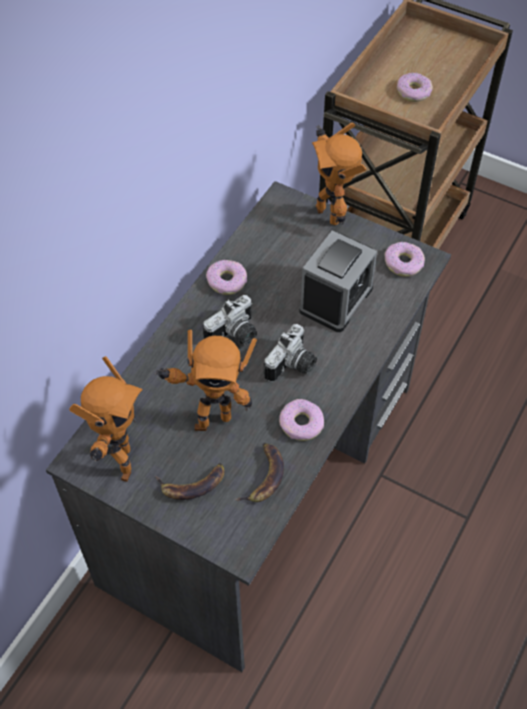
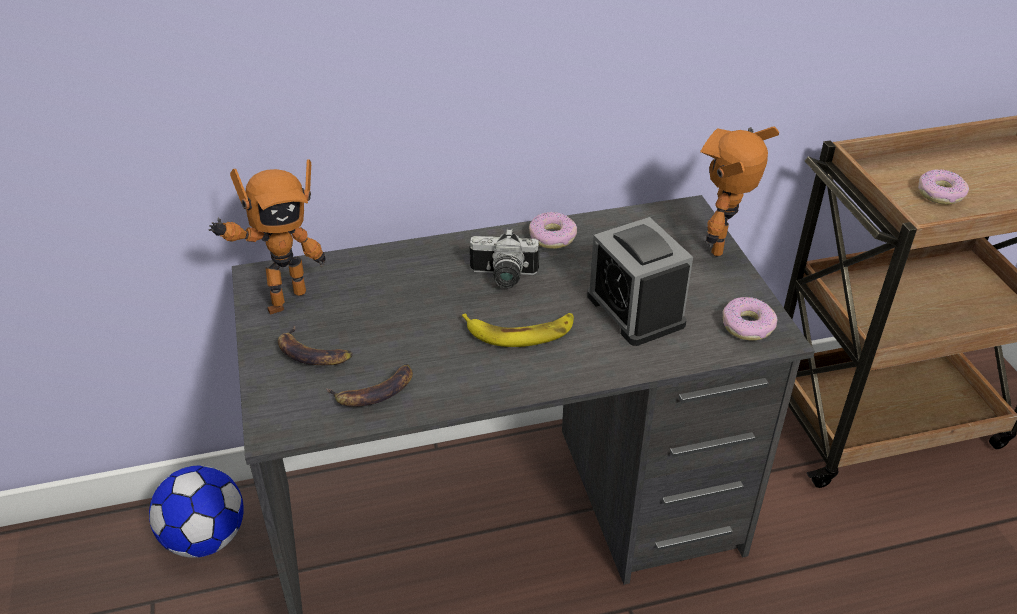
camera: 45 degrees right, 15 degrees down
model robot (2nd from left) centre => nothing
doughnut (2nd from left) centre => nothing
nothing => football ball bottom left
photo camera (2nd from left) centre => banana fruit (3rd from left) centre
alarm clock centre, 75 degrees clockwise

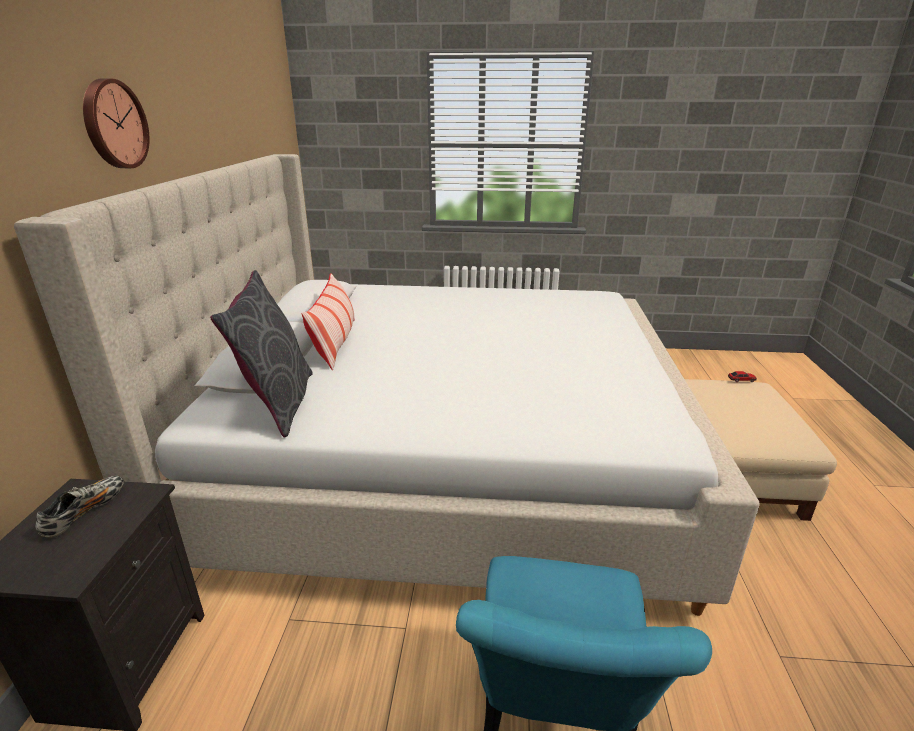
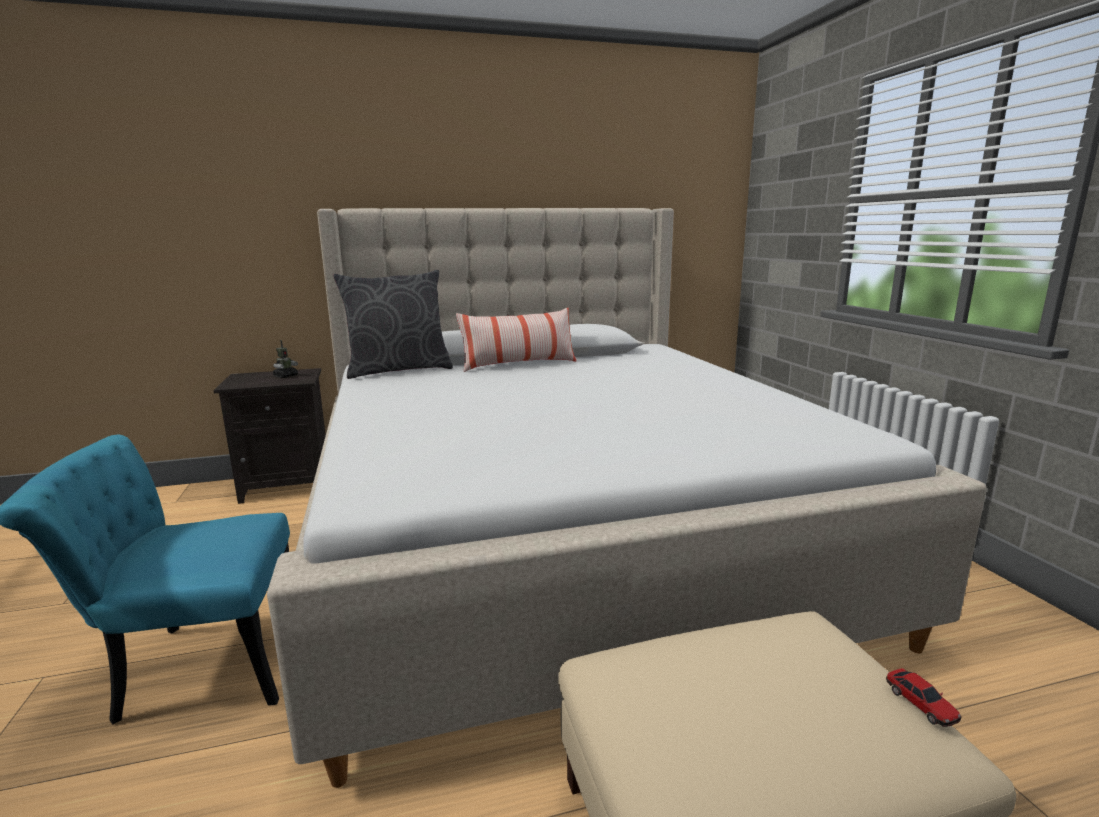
camera: 70 degrees right, 10 degrees down
wall clock top left => nothing
item of footwear bottom left => model robot middle left

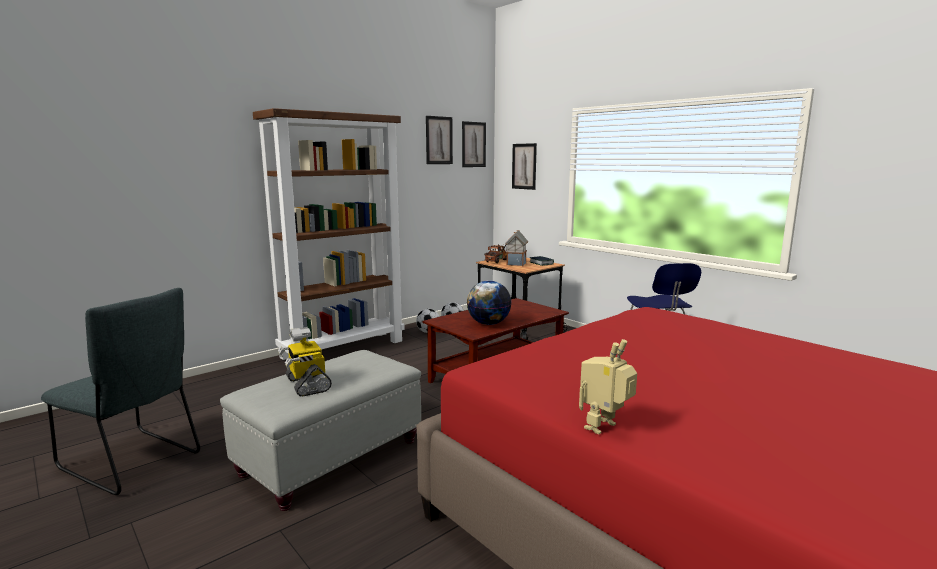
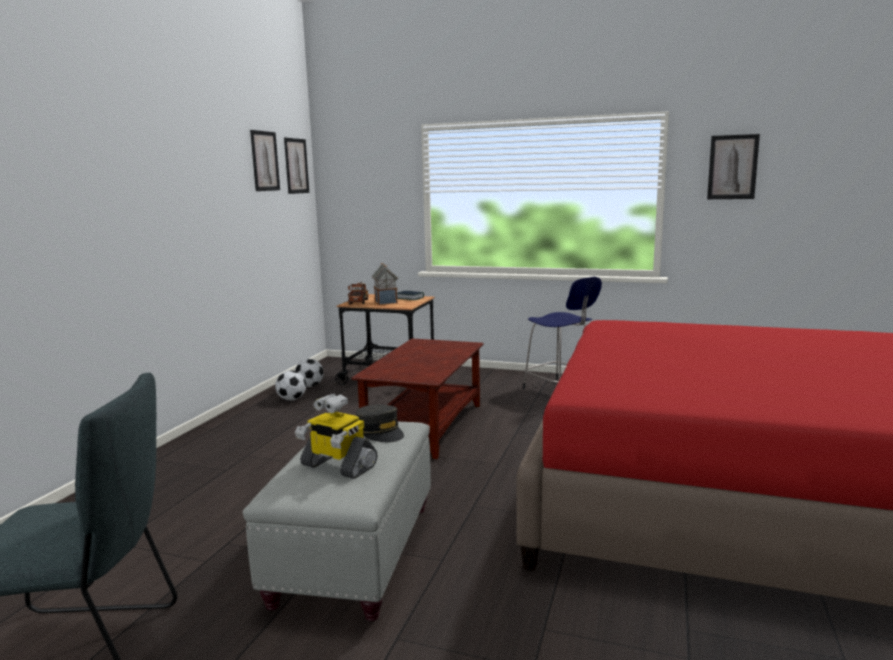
camera: 30 degrees left, 0 degrees up
brown-coloured shelving unit centre => nothing
globe centre => nothing
model robot (2nd from left) bottom centre => nothing
nothing => gray cap centre
wall picture (3rd from left) top centre => wall picture (3rd from left) top right, move

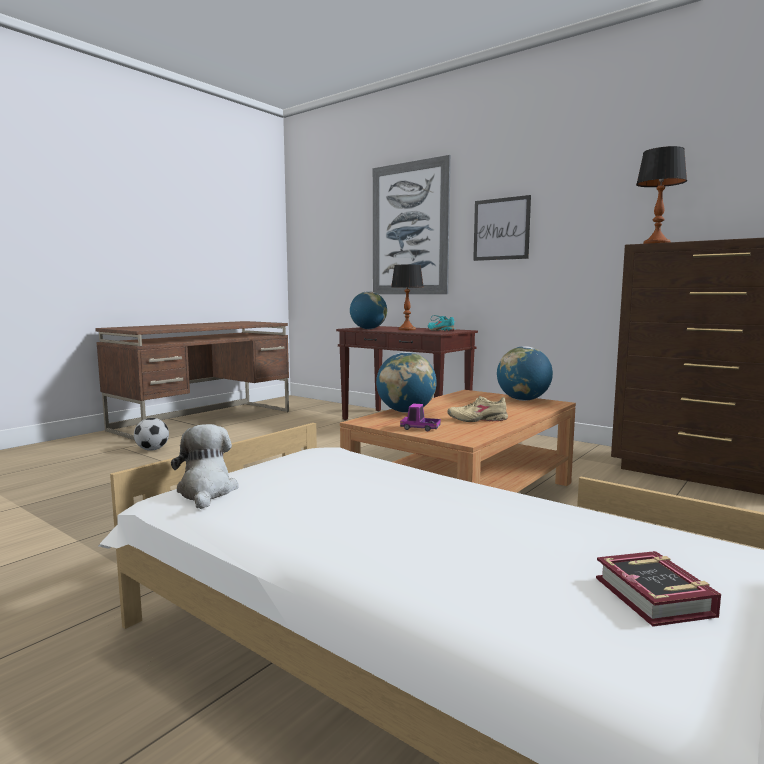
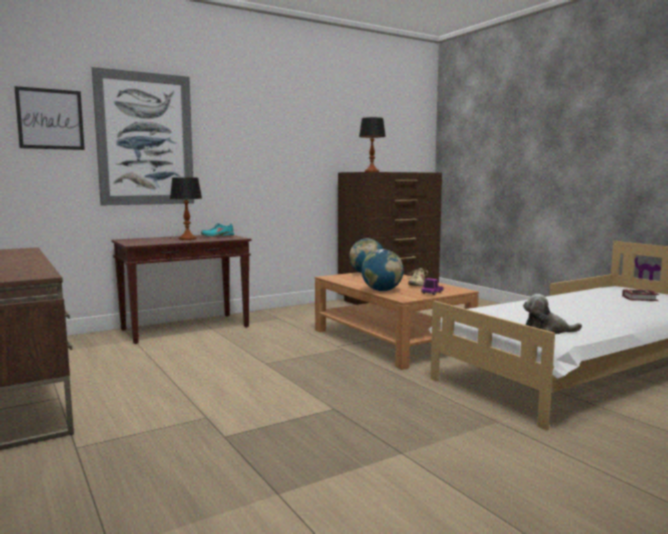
camera: 70 degrees left, 0 degrees up
football ball middle left => nothing
globe (1st from left) centre => nothing
wall picture (2nd from left in the first image) top centre => wall picture (1st from left) top left, move

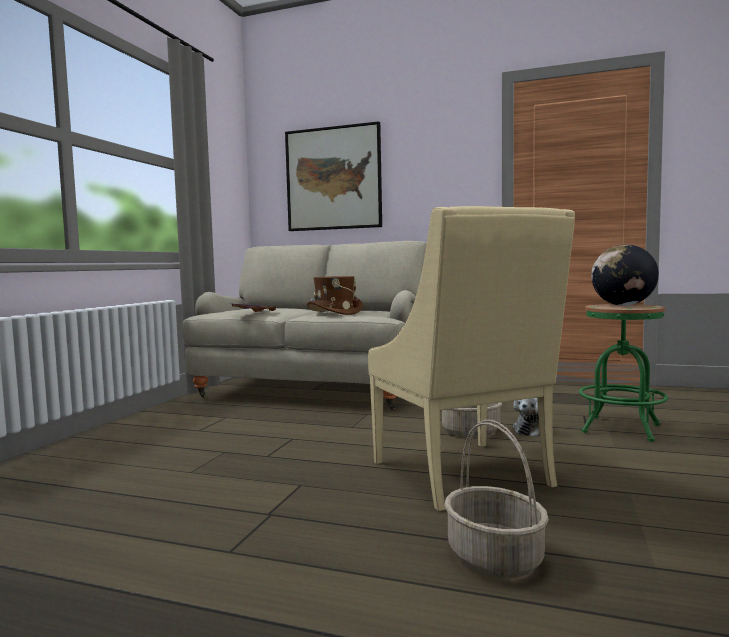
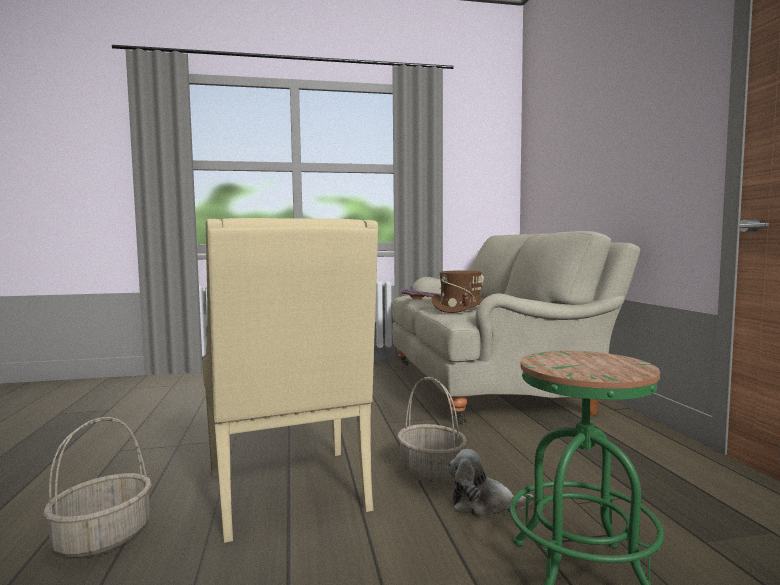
camera: 60 degrees right, 0 degrees up
wall picture top centre => nothing
globe middle right => nothing
beige easy chair centre, 60 degrees counterclockwise

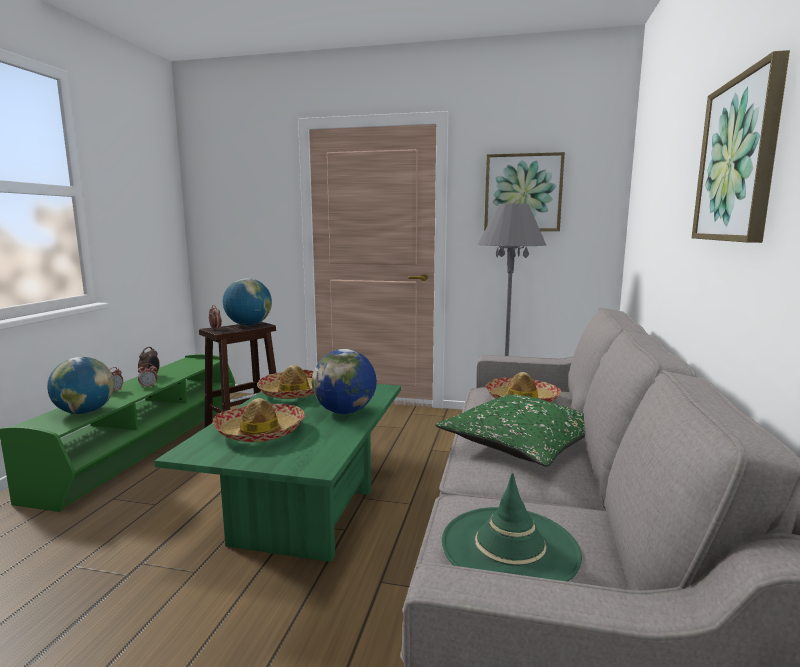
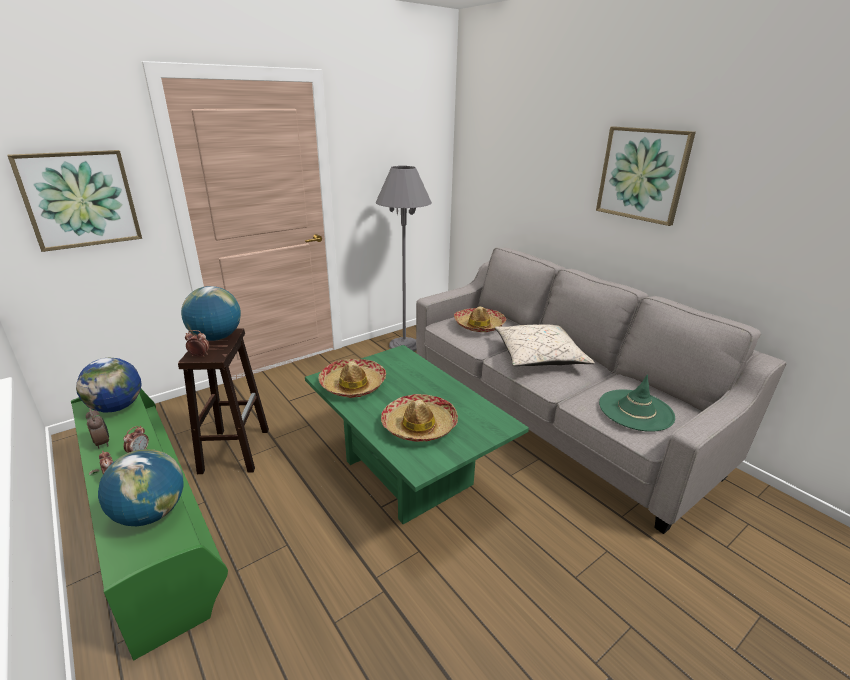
camera: 50 degrees left, 15 degrees up
globe (3rd from left in the first image) centre => globe (1st from left) middle left, move
wall picture (1st from left) top centre => wall picture (1st from left) top left, move
greenish pillow centre => beige pillow centre

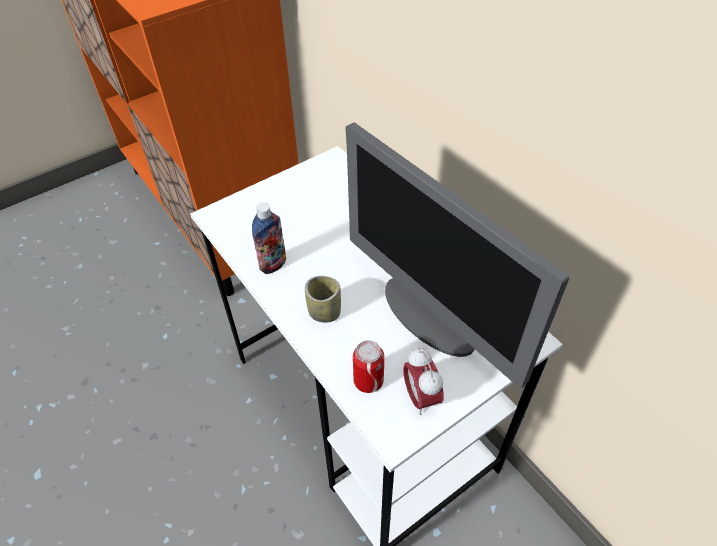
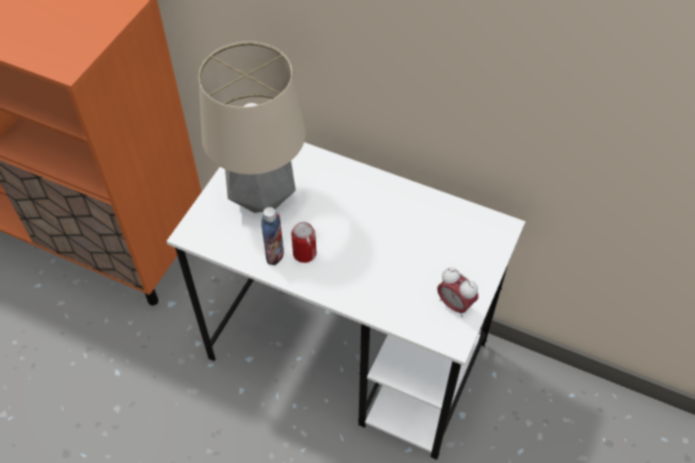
camera: 30 degrees left, 5 degrees up
drinking cup centre => nothing
computer screen centre => nothing
nothing => table lamp top centre
can bottom centre => can centre, move

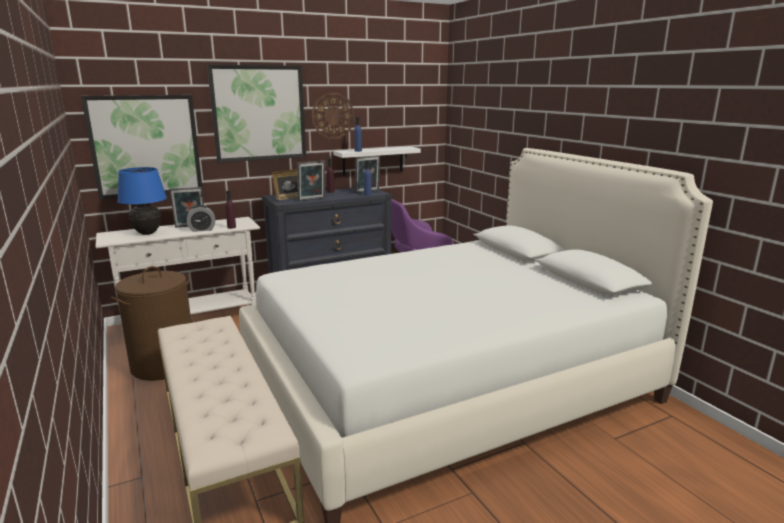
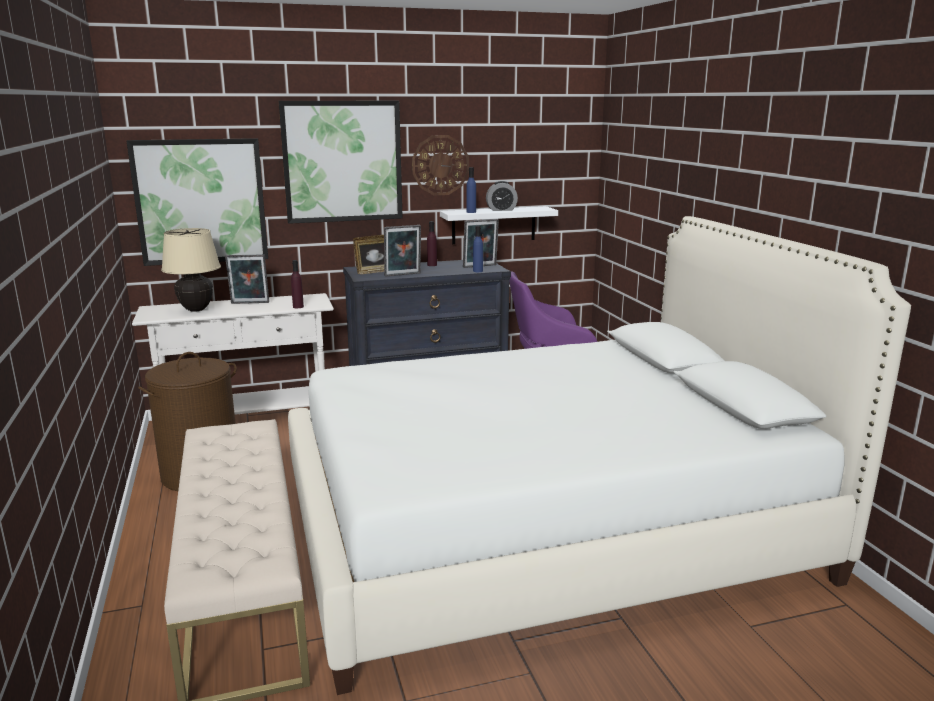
camera: 10 degrees right, 0 degrees up
alarm clock middle left => alarm clock top centre, move
blue table lamp middle left => beige table lamp middle left

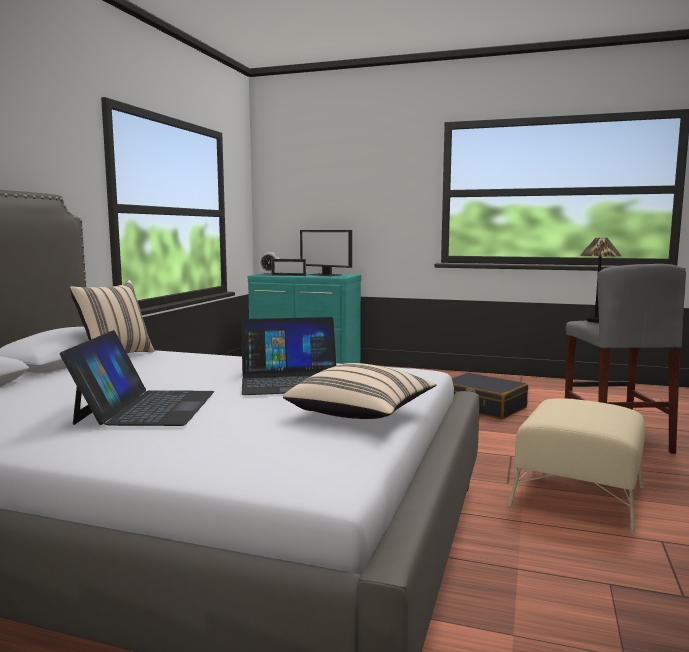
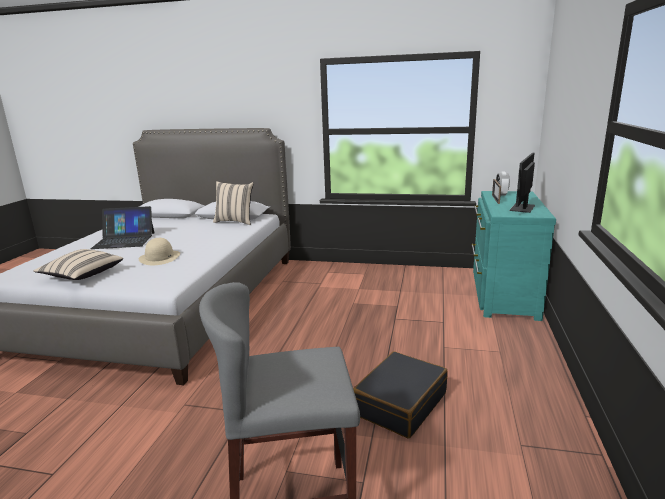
camera: 85 degrees right, 10 degrees up
beige footrest bottom right => nothing
table lamp middle right => nothing
portable computer (2nd from left) centre => beige hat middle left

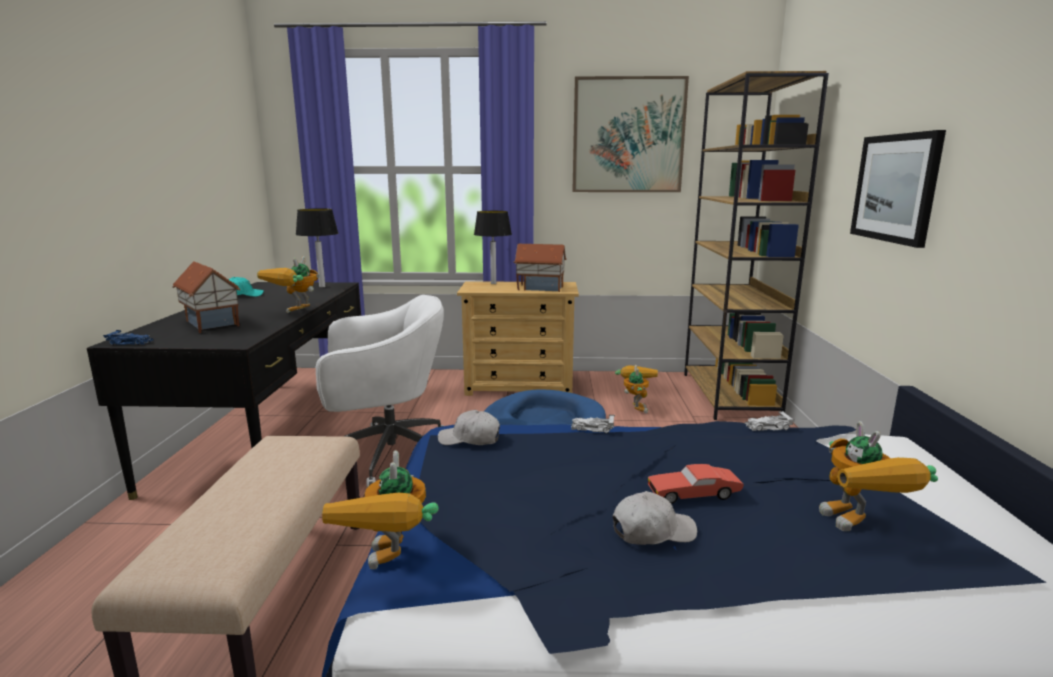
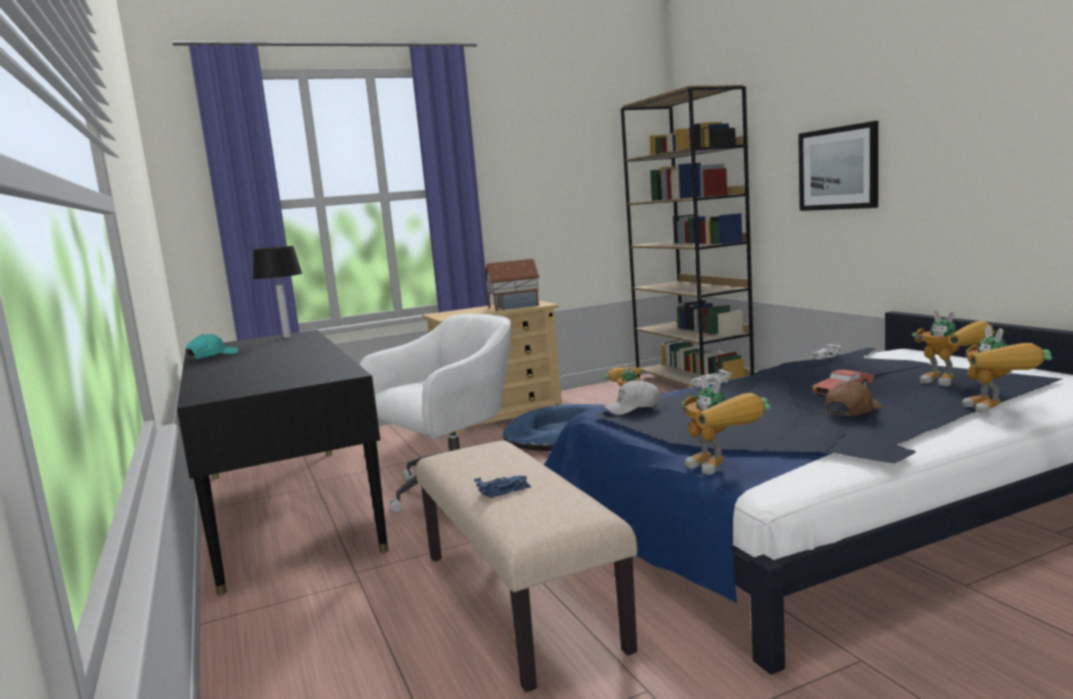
camera: 25 degrees left, 5 degrees down
toy house (1st from left) middle left => nothing
table lamp (2nd from left) centre => nothing
wall picture (1st from left) top centre => nothing
blue toy car middle left => blue toy car bottom centre, move
model robot (1st from left in the first image) middle left => model robot (4th from left) middle right, move
whitish cap (2nd from left) bottom centre => brown-coloured cap middle right

